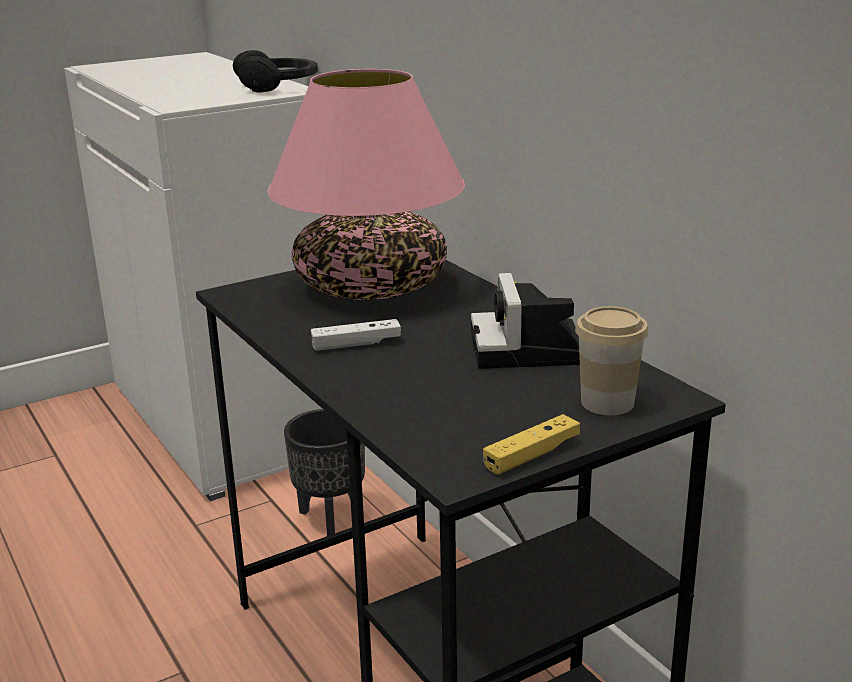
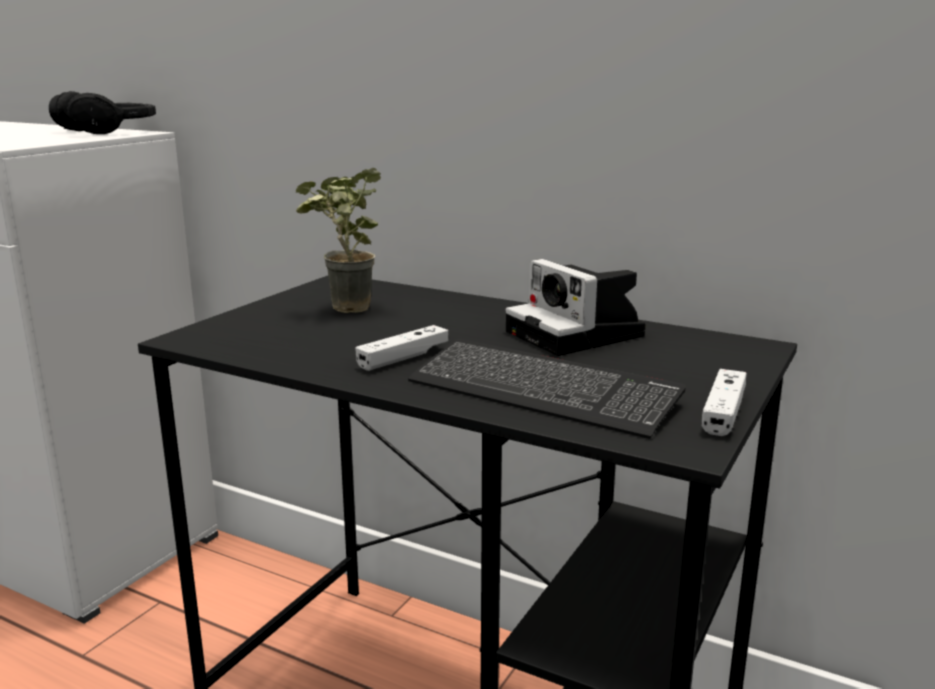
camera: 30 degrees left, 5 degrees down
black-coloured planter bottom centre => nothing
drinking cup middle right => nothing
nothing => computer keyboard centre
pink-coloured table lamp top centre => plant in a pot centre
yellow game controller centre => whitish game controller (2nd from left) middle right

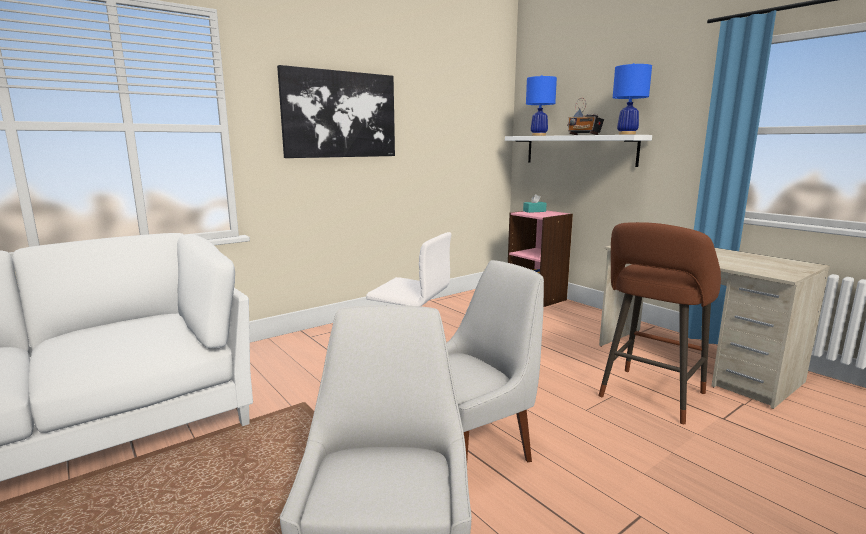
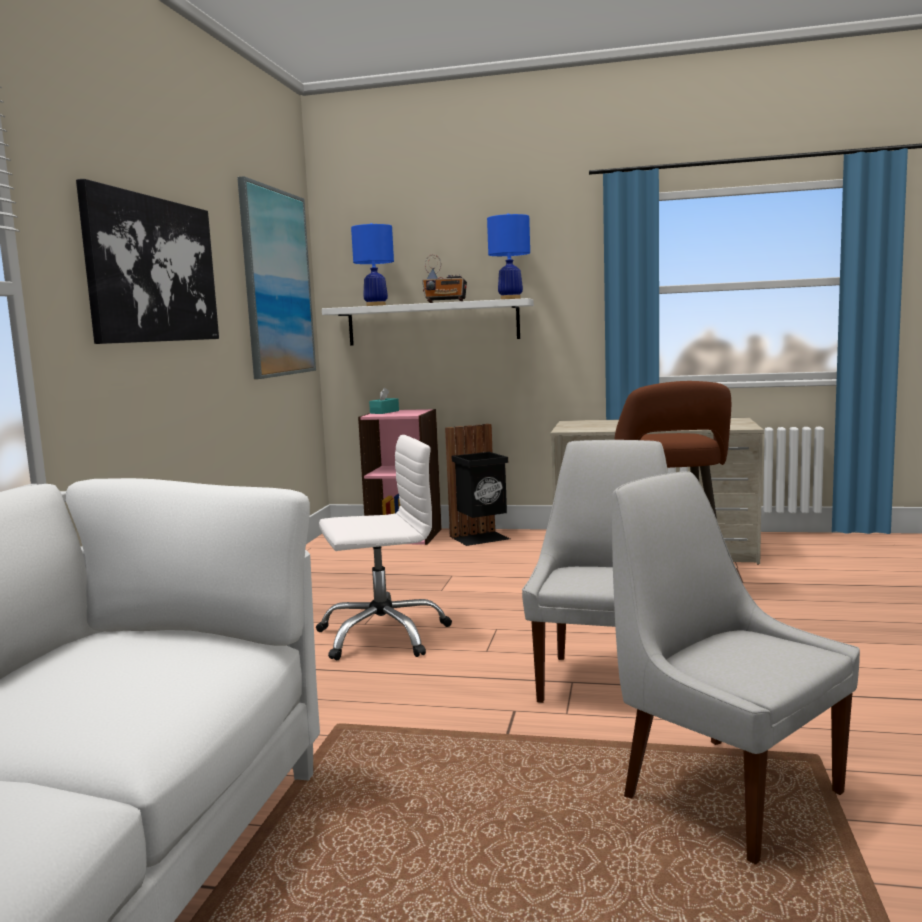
camera: 40 degrees left, 5 degrees down
nothing => wall picture (2nd from left) top left
nothing => black-coloured trash can centre

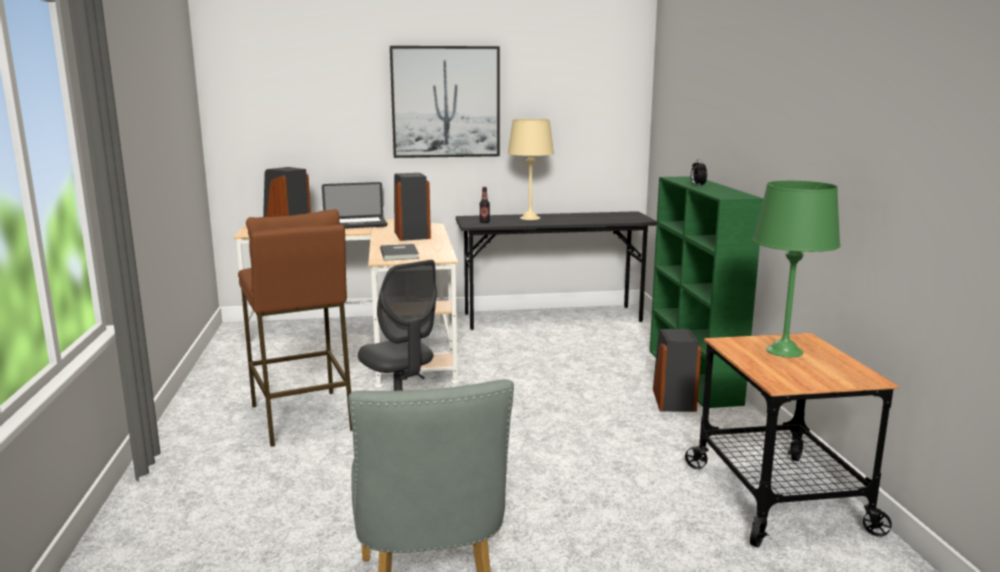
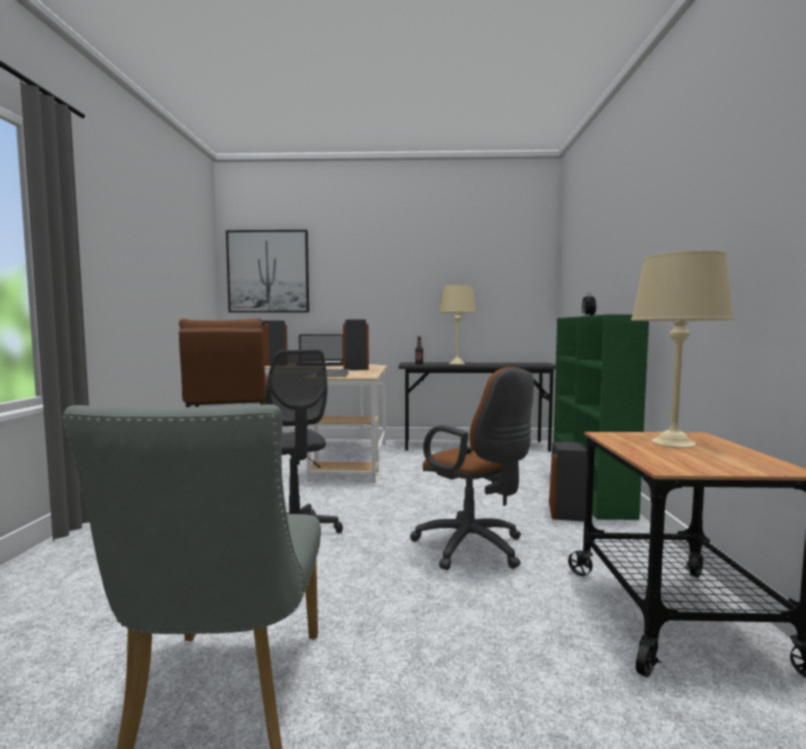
camera: 10 degrees right, 10 degrees down
nothing => brown-coloured computer chair centre
wall picture top centre => wall picture middle left, move
greenish table lamp middle right => beige table lamp (2nd from left) middle right

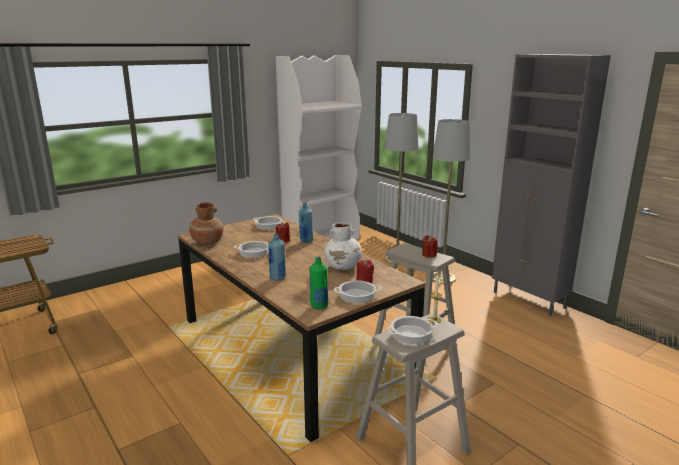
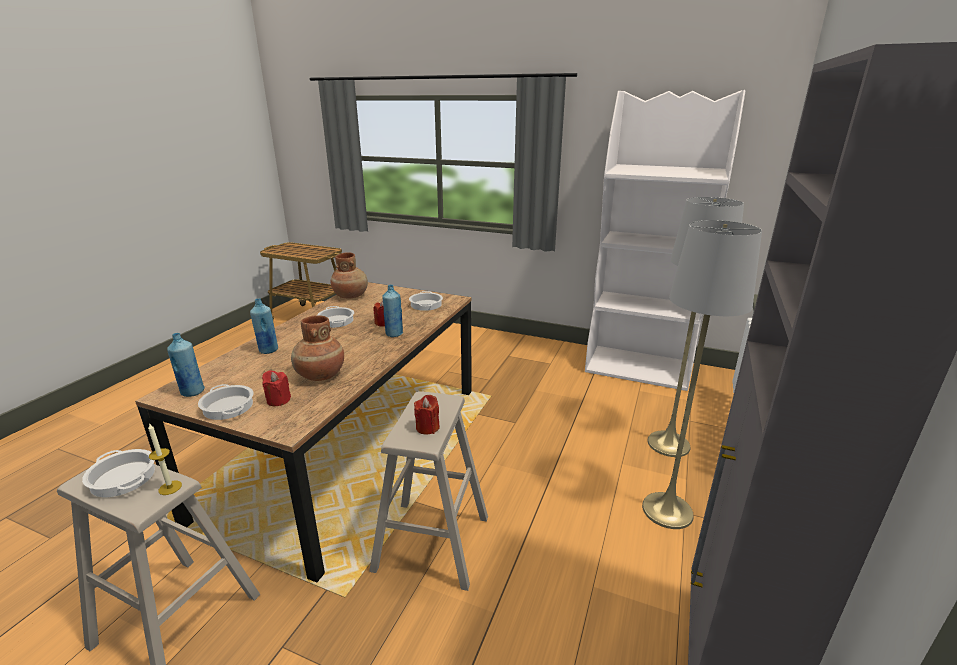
camera: 60 degrees right, 5 degrees up
greenish bottle centre => blue bottle (1st from left) middle left
whitish vase centre => brown-coloured vase (1st from left) middle left

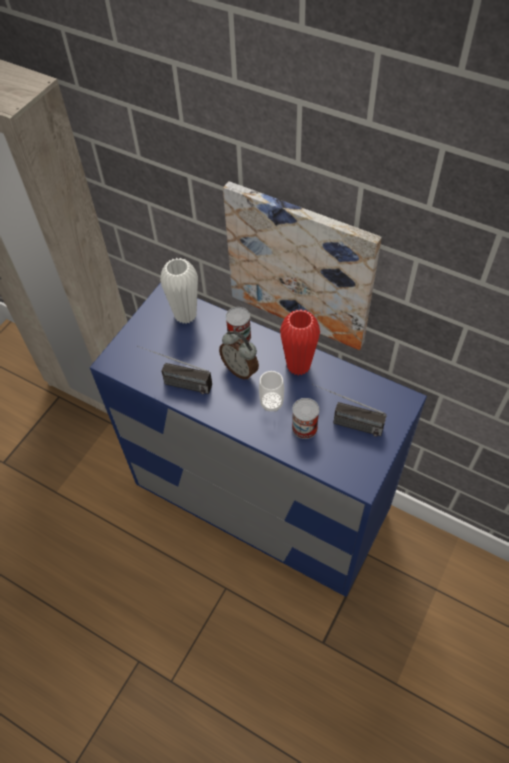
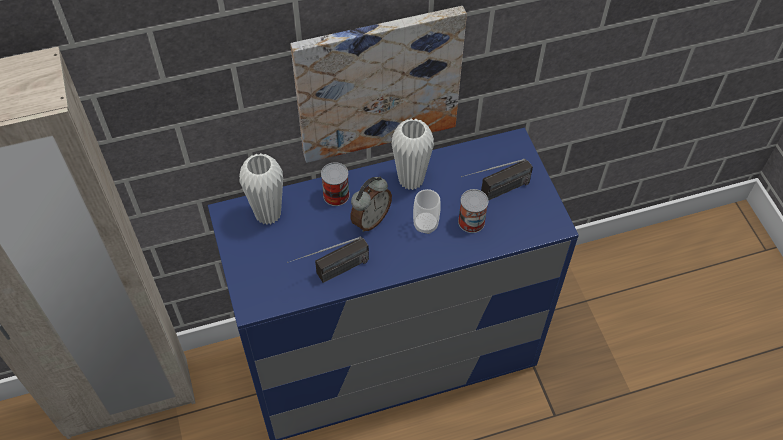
camera: 50 degrees left, 0 degrees up
red-coloured vase centre => whitish vase (2nd from left) centre
alarm clock centre, 45 degrees counterclockwise

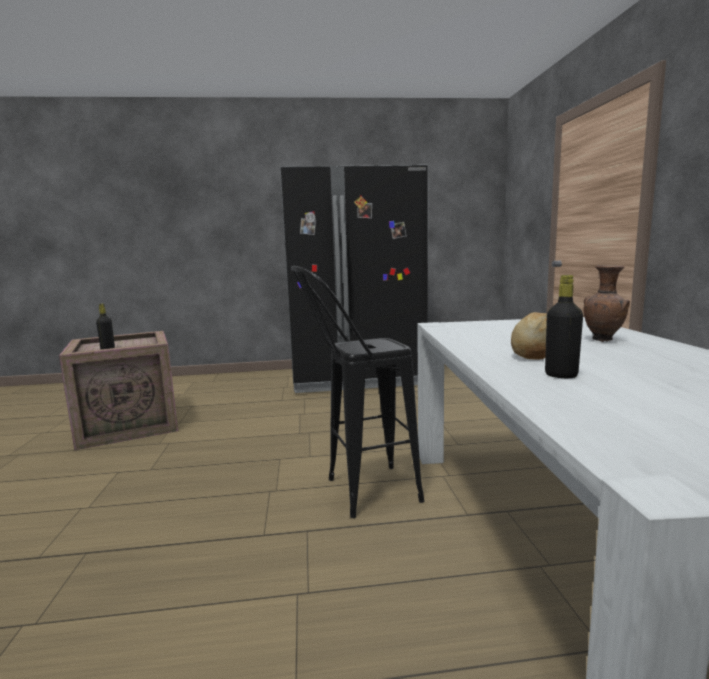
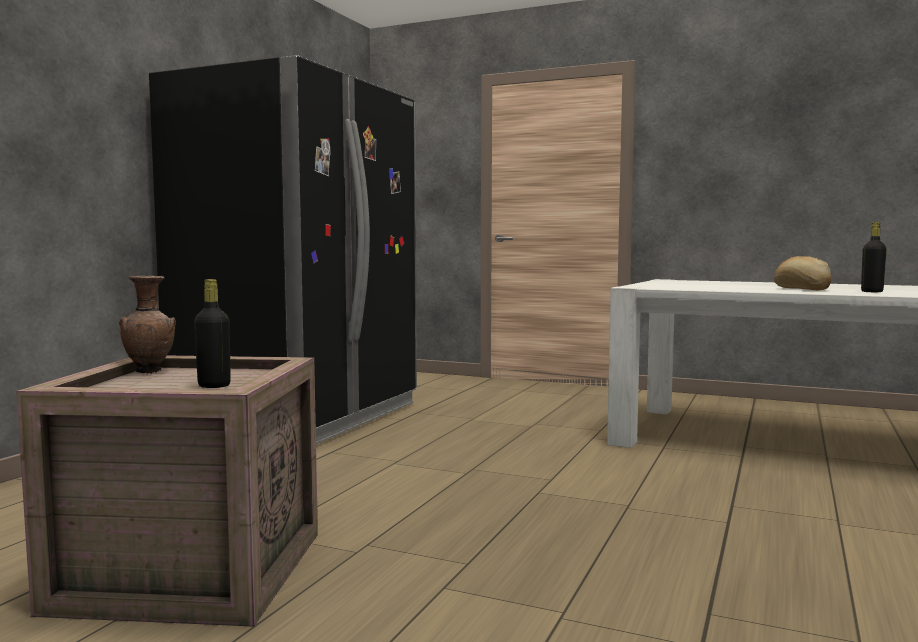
camera: 60 degrees left, 5 degrees down
black-coloured stool centre => nothing
brown-coloured vase middle right => brown-coloured vase middle left, move

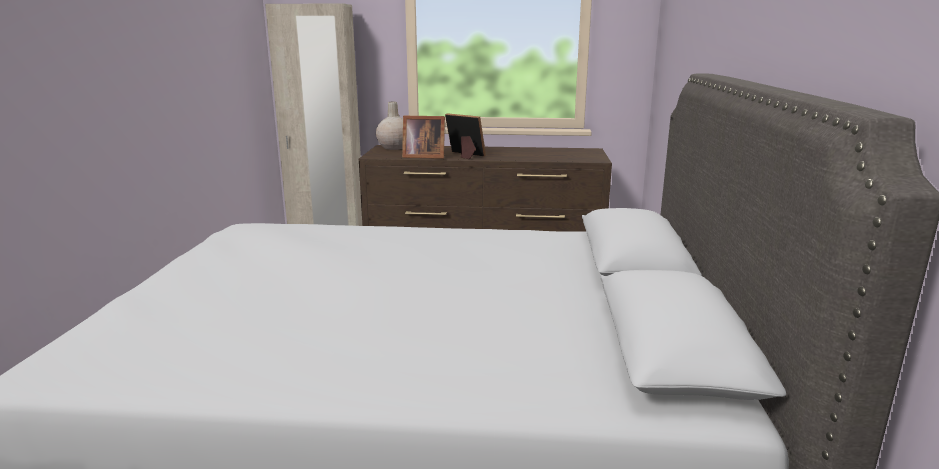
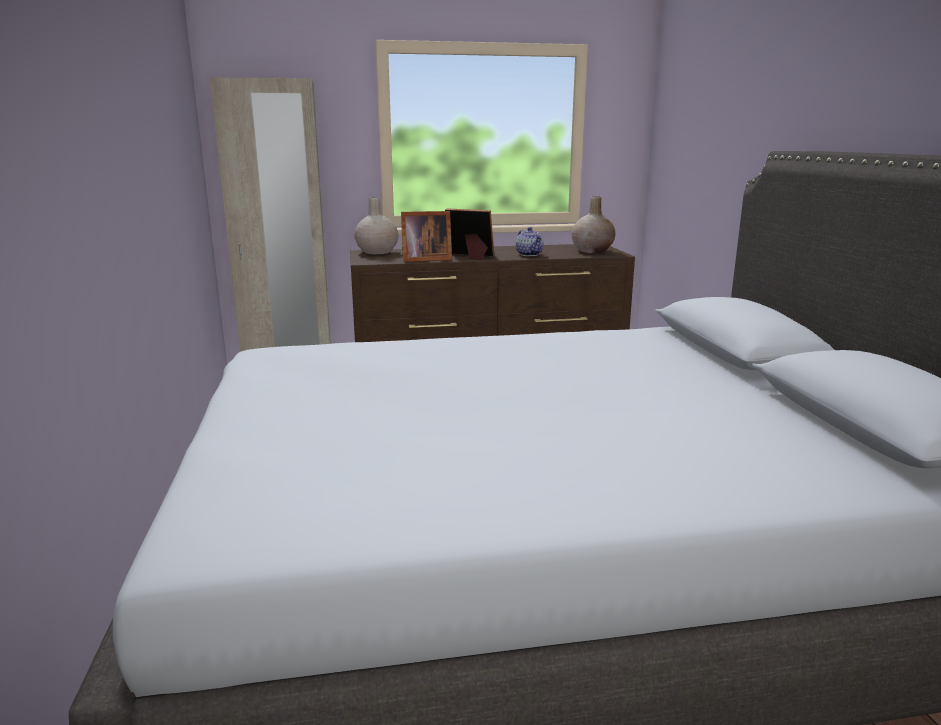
camera: 15 degrees left, 0 degrees up
nothing => pot for tea top centre
nothing => beige vase (2nd from left) top centre

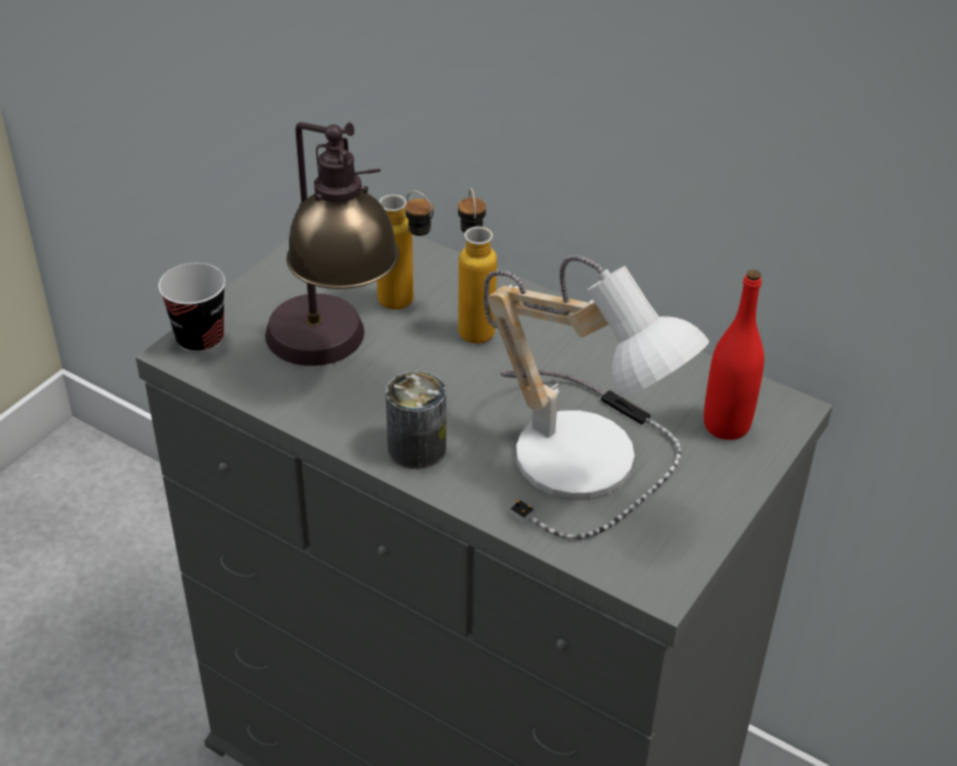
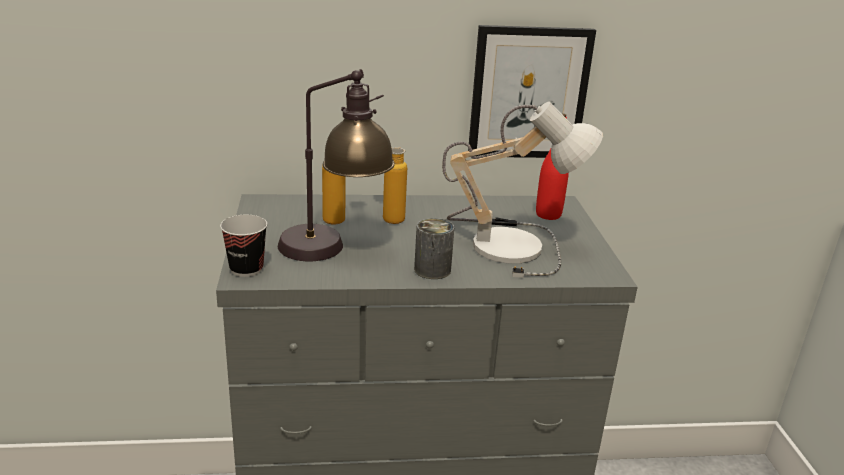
camera: 40 degrees left, 15 degrees down
nothing => wall picture top centre

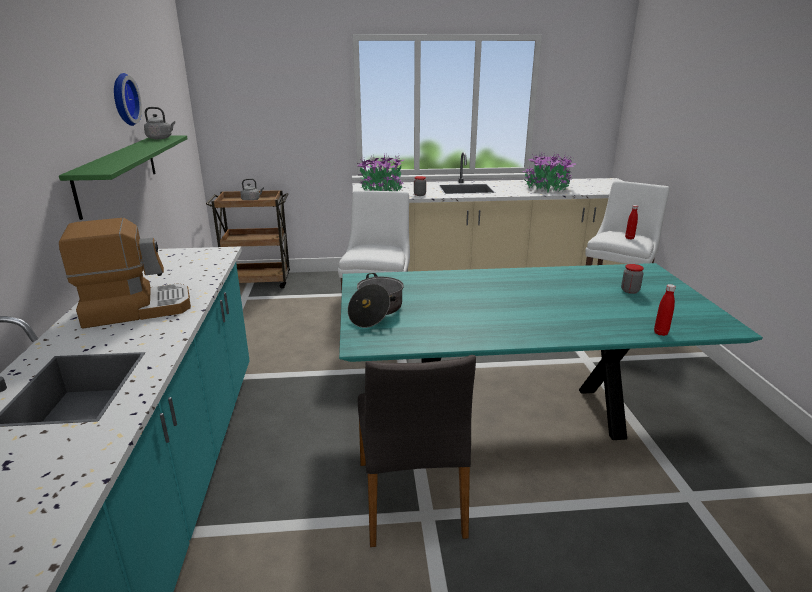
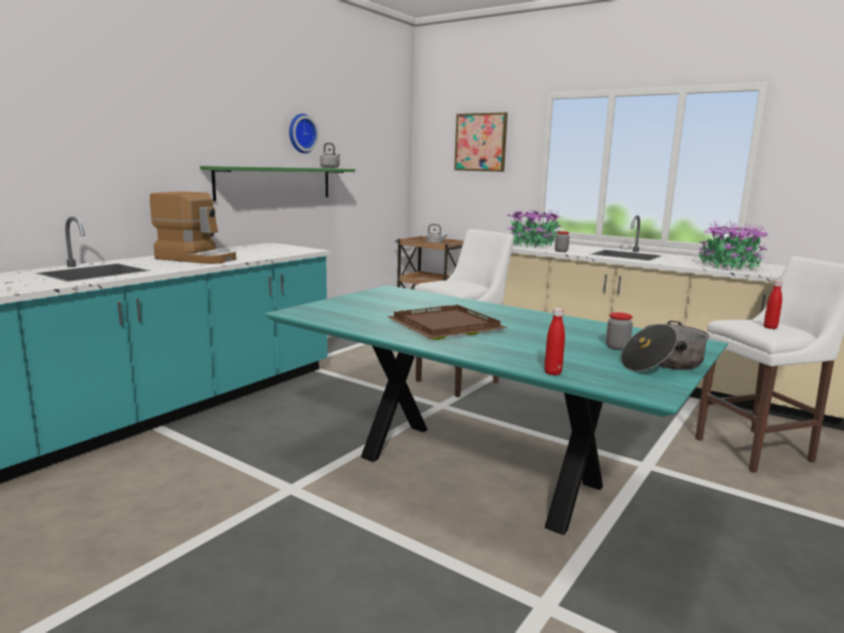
camera: 40 degrees right, 10 degrees down
gray plain chair bottom centre => nothing
nothing => brown-coloured serving tray centre
nothing => wall picture top centre
cooking pot centre => cooking pot middle right, move

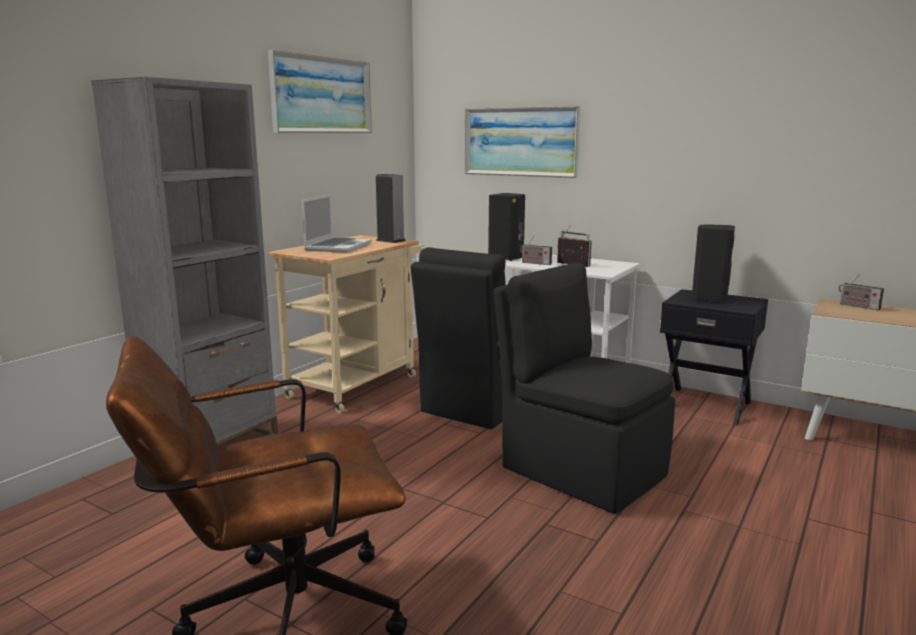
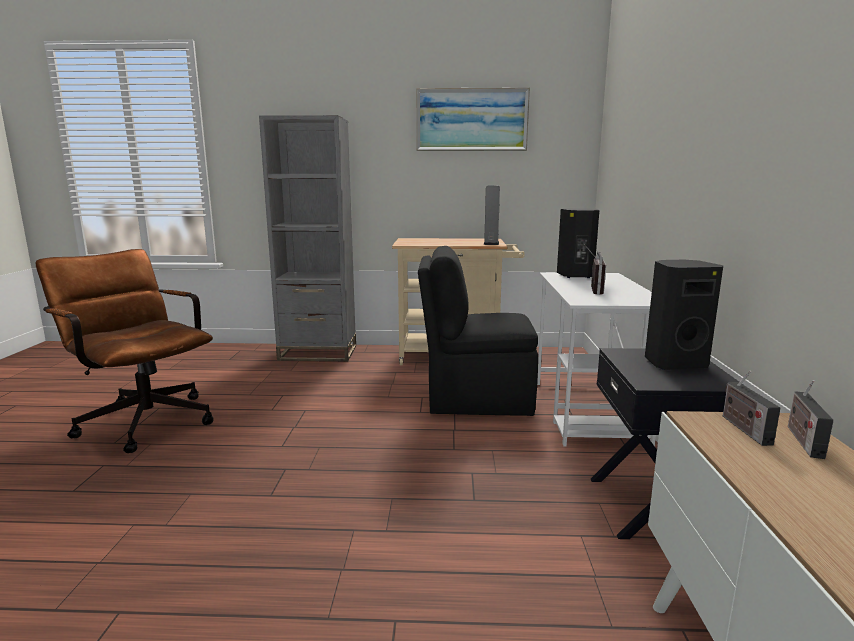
camera: 60 degrees right, 0 degrees up
portable computer centre => nothing
wall picture (2nd from left) top centre => nothing
black-coloured plain chair (2nd from left) centre => nothing
radio receiver (1st from left in the first image) centre => radio receiver (2nd from left) middle right, move

